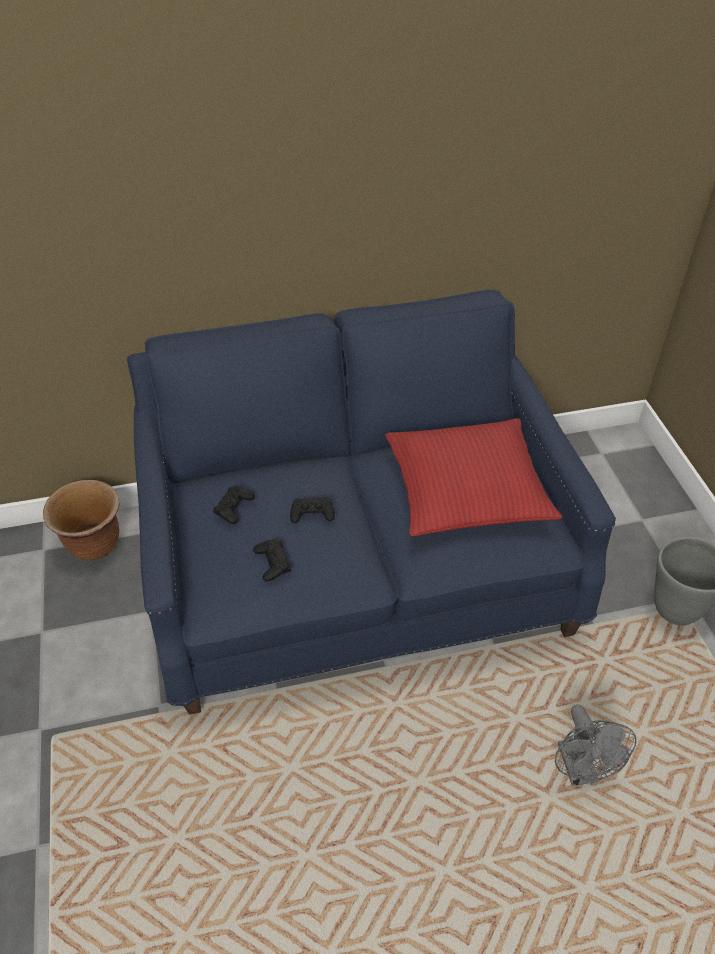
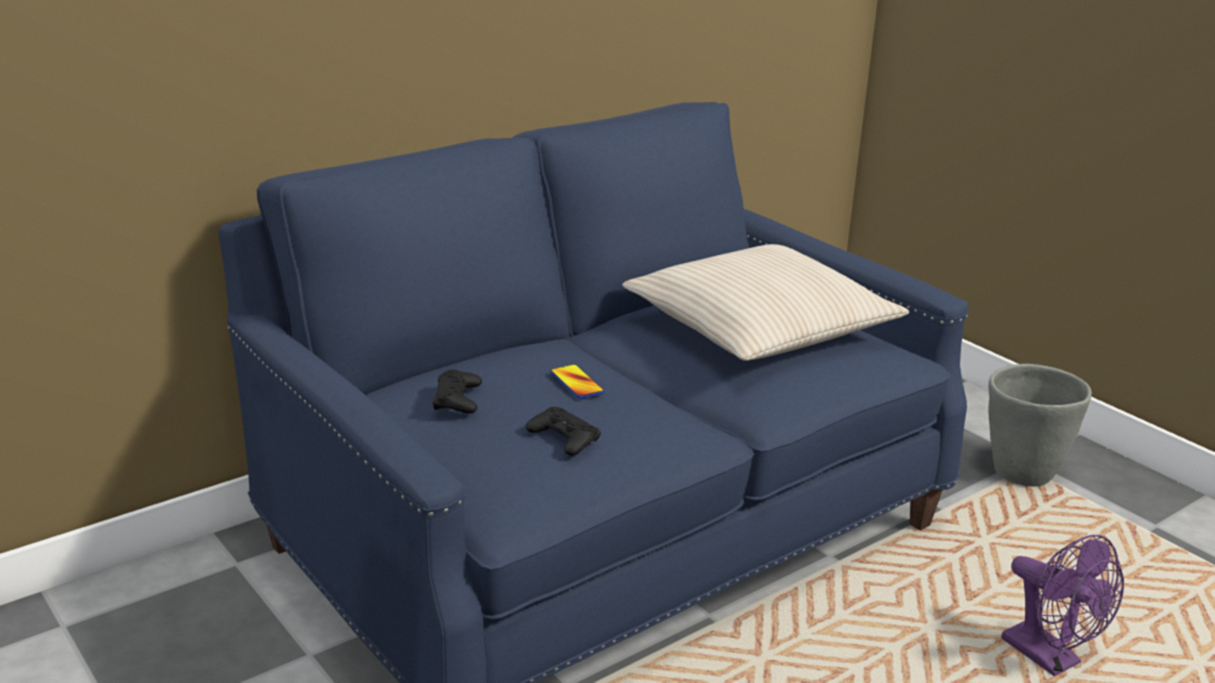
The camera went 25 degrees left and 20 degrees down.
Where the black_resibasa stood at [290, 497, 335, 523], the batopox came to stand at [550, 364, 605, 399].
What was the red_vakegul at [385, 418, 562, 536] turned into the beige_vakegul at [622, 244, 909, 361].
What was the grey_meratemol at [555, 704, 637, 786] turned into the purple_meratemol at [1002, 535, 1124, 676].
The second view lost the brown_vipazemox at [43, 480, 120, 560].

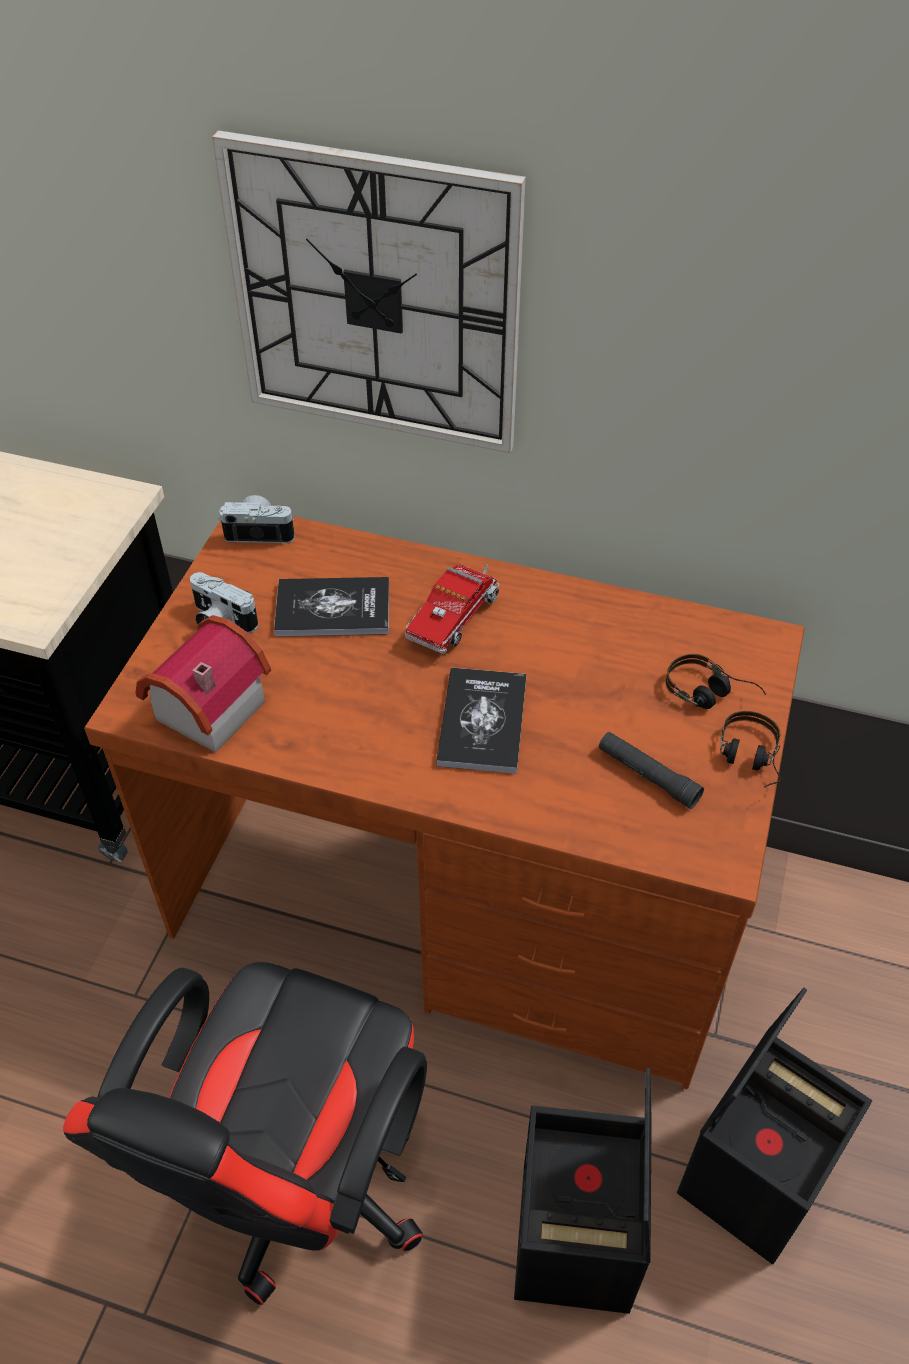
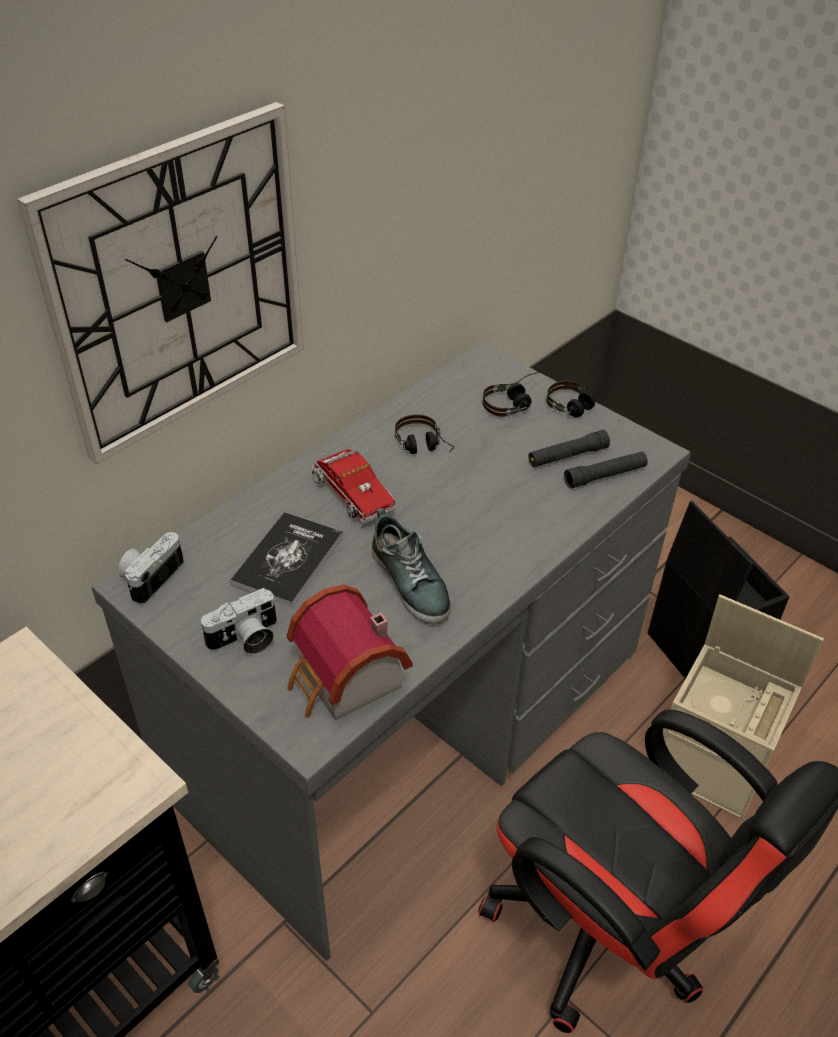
The camera went 65 degrees left and 5 degrees down.
What was the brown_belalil at [84, 516, 805, 1089] turned into the grey_belalil at [92, 342, 691, 961].
The second view gained the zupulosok at [372, 508, 451, 624].
The second view gained the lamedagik at [395, 414, 454, 454].
The second view gained the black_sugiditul at [564, 452, 648, 488].
What was the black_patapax at [514, 1068, 652, 1314] turned into the beige_patapax at [663, 594, 824, 820].
The second view lost the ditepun at [436, 668, 527, 774].

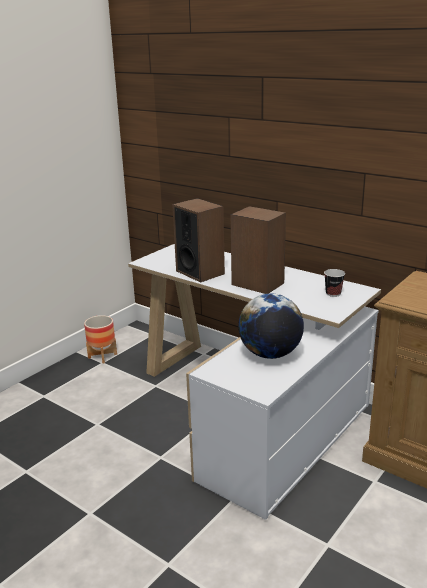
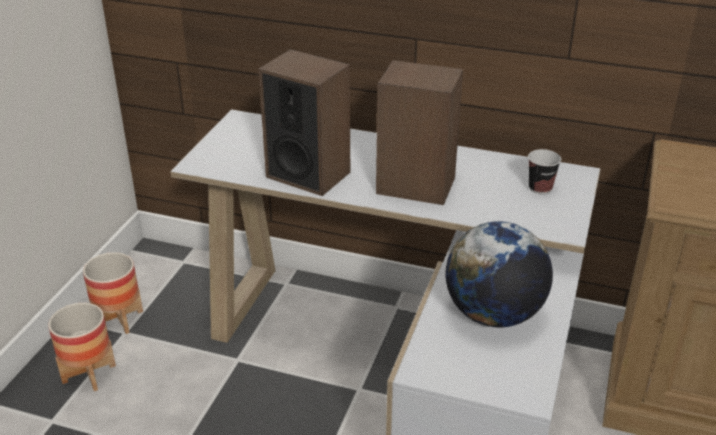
The camera went 20 degrees left and 10 degrees up.
The second view gained the vipazemox at [48, 303, 116, 391].

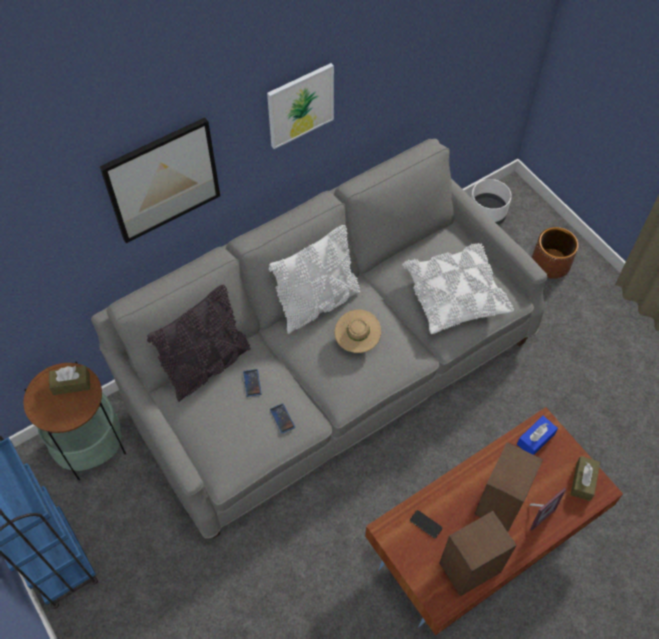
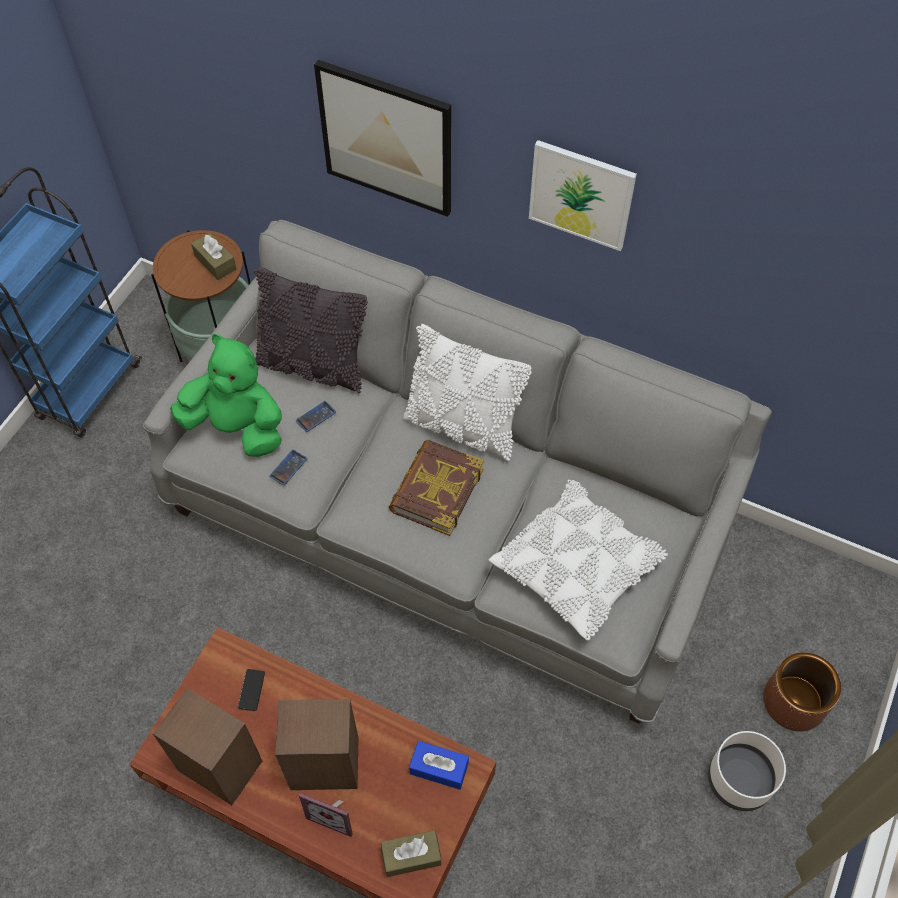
The camera went 60 degrees right and 0 degrees up.
The second view gained the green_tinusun at [170, 334, 282, 457].
Where the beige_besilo stood at [334, 309, 381, 353], the ditepun came to stand at [389, 439, 484, 536].
The white_vipazemox ended up elsewhere, having gone from [471, 179, 512, 225] to [708, 731, 786, 811].

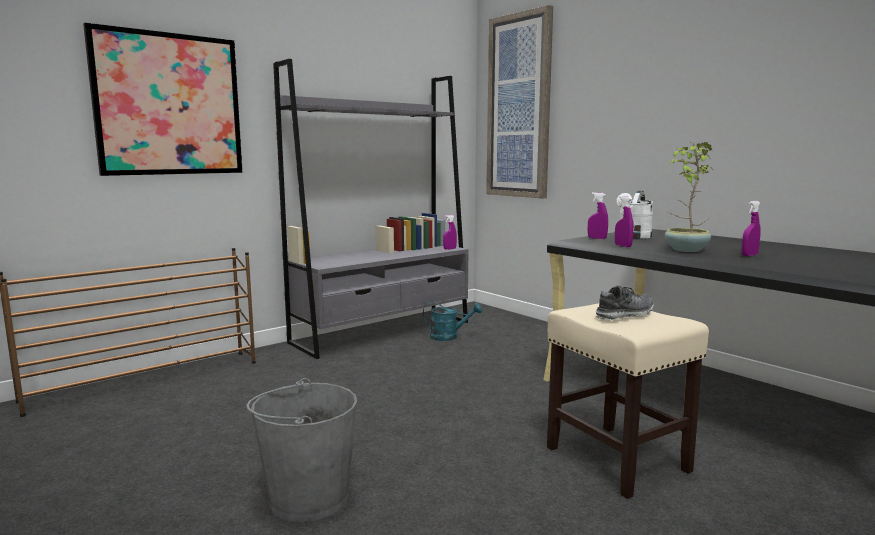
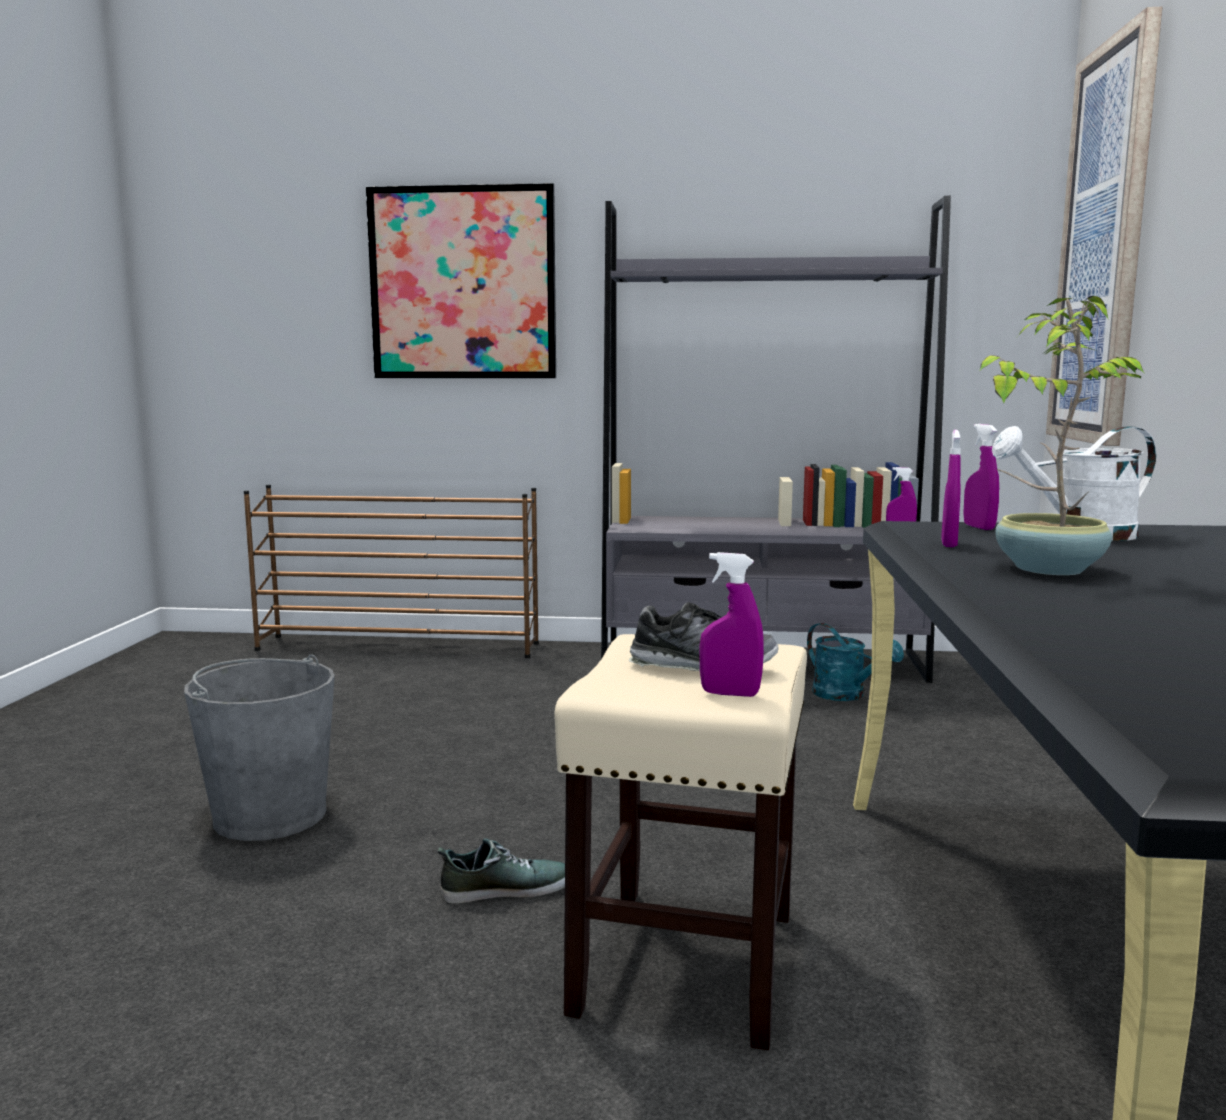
The camera went 45 degrees right and 0 degrees up.
The second view gained the zupulosok at [437, 838, 565, 904].
The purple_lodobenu ended up elsewhere, having gone from [741, 201, 760, 256] to [699, 552, 764, 697].

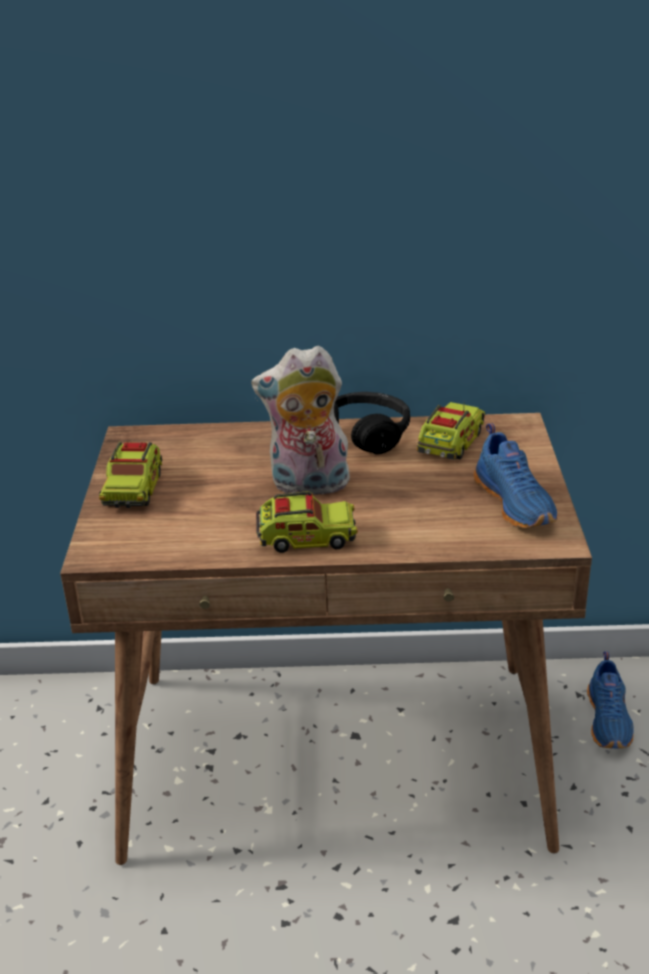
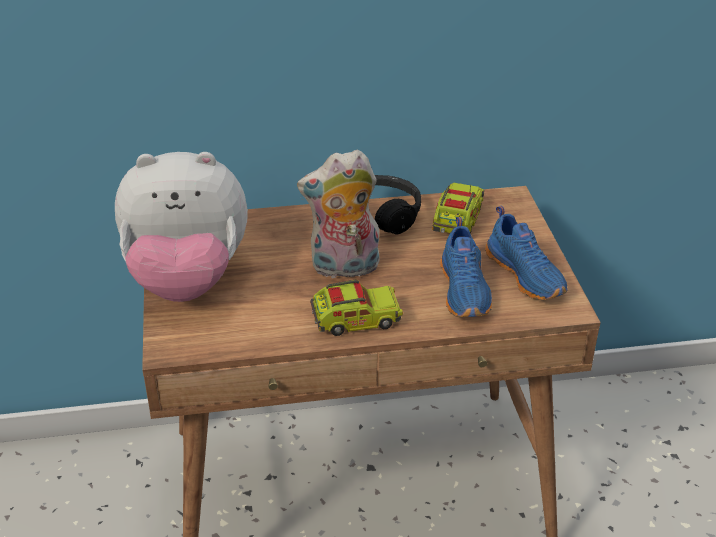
The camera went 10 degrees left and 5 degrees up.
Where the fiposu stood at [99, 442, 162, 508], the tinusun came to stand at [115, 152, 248, 302].
The blue_zupulosok ended up elsewhere, having gone from [587, 652, 634, 748] to [440, 217, 492, 317].

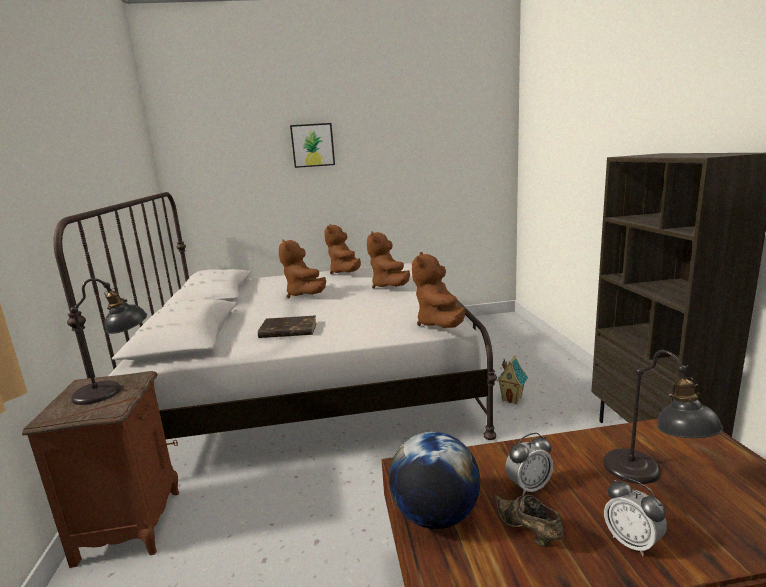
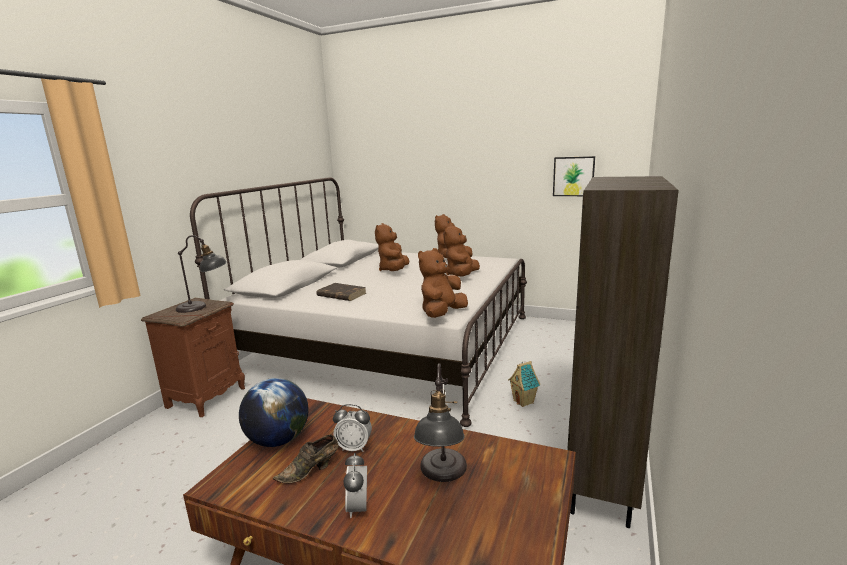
The camera went 30 degrees right and 0 degrees up.
The brown_zupulosok at [495, 495, 564, 547] ended up facing another way, 120 degrees counterclockwise from before.
The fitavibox ended up elsewhere, having gone from [290, 123, 335, 168] to [553, 156, 595, 196].

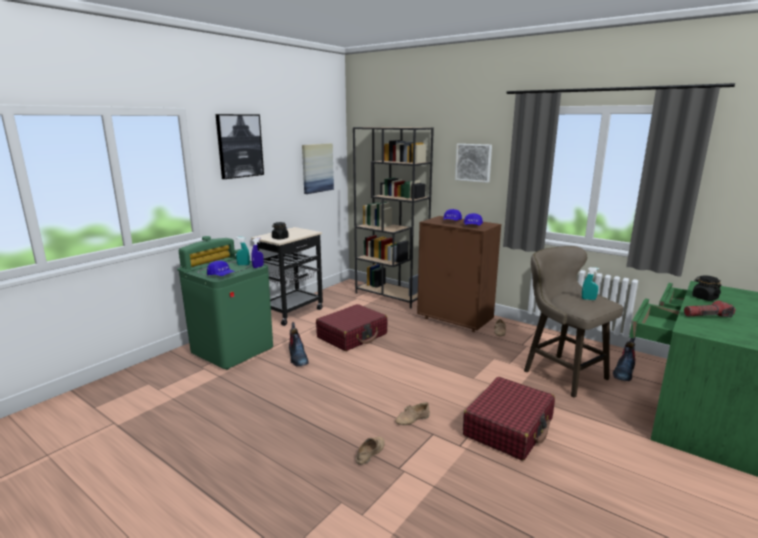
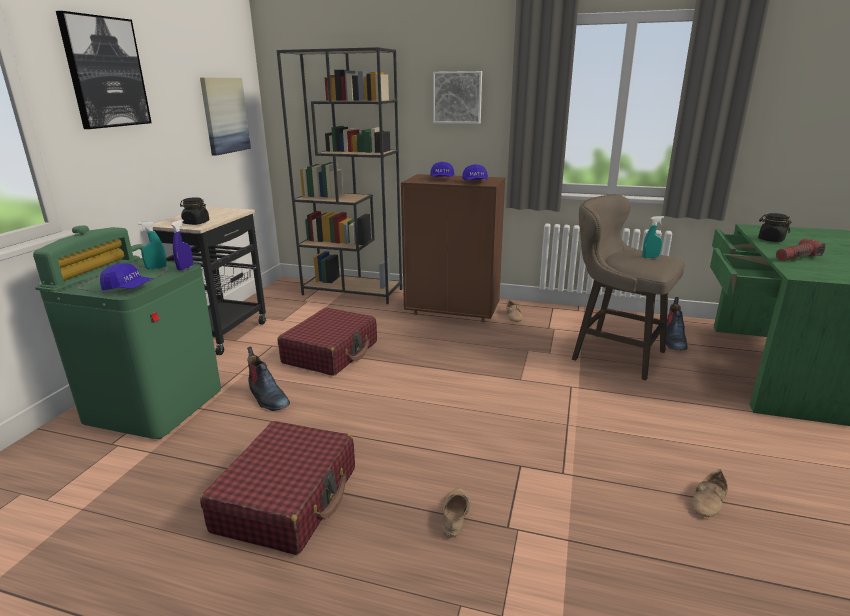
The camera went 20 degrees left and 5 degrees up.
The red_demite ended up elsewhere, having gone from [463, 377, 555, 460] to [200, 421, 355, 555].
The beige_zupulosok ended up elsewhere, having gone from [395, 403, 430, 425] to [692, 469, 728, 517].

